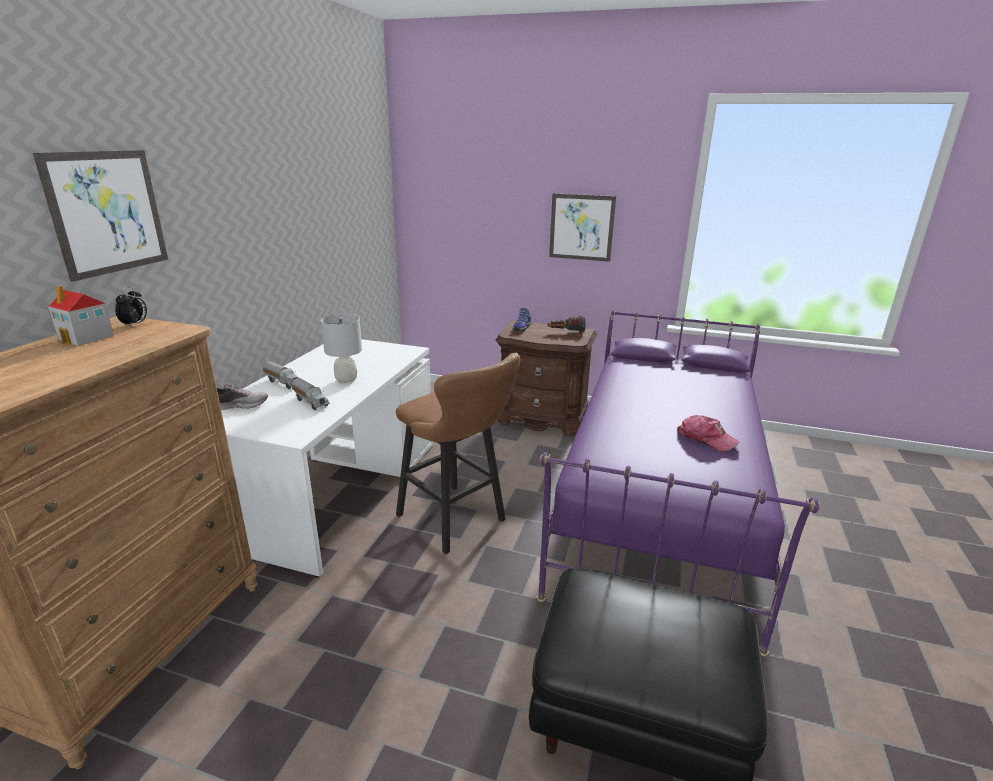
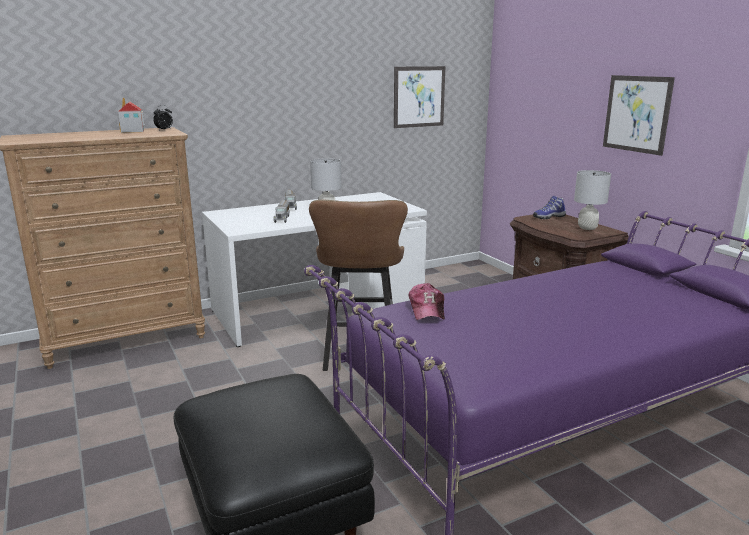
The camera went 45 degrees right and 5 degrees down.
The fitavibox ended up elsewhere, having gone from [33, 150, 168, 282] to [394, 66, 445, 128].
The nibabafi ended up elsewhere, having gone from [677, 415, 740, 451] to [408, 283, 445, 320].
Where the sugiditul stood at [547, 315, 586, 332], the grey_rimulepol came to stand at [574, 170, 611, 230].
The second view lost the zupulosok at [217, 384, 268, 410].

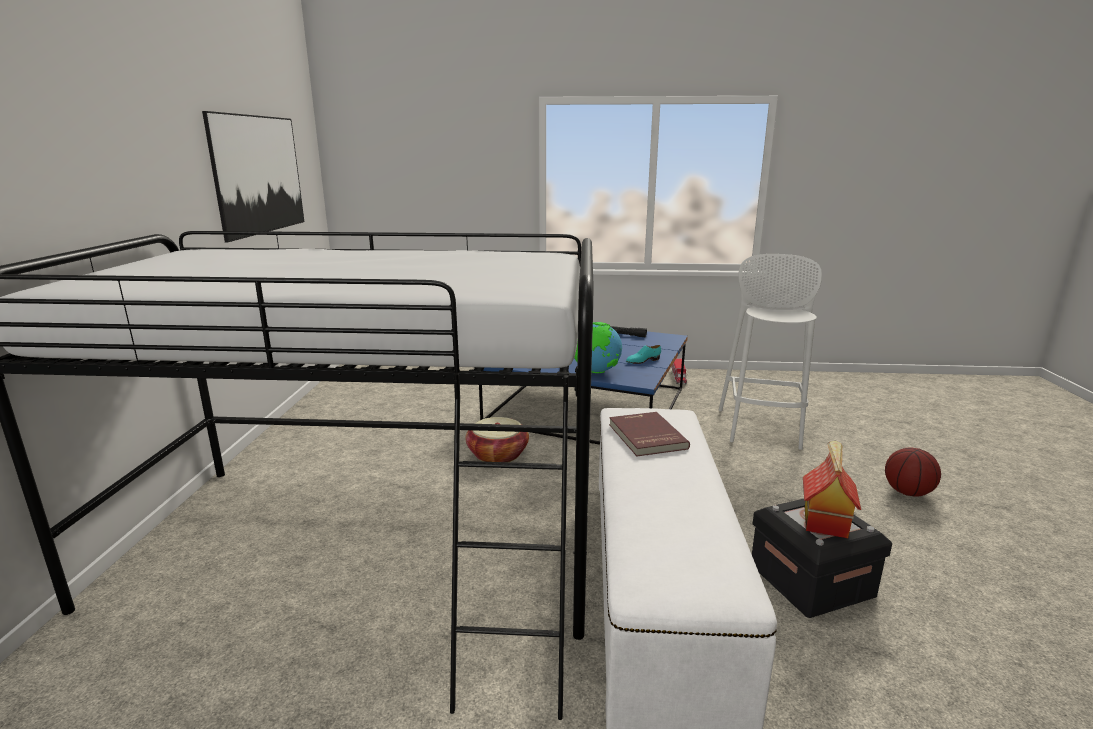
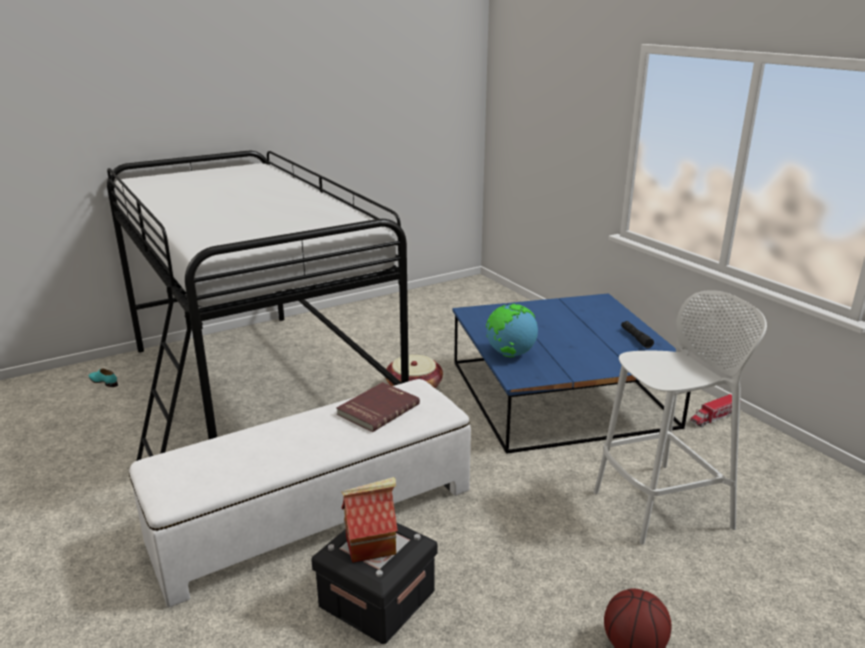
The camera went 55 degrees right and 5 degrees up.
The turquoise_zupulosok ended up elsewhere, having gone from [626, 345, 661, 364] to [89, 369, 118, 387].
The second view lost the fitavibox at [202, 111, 304, 242].

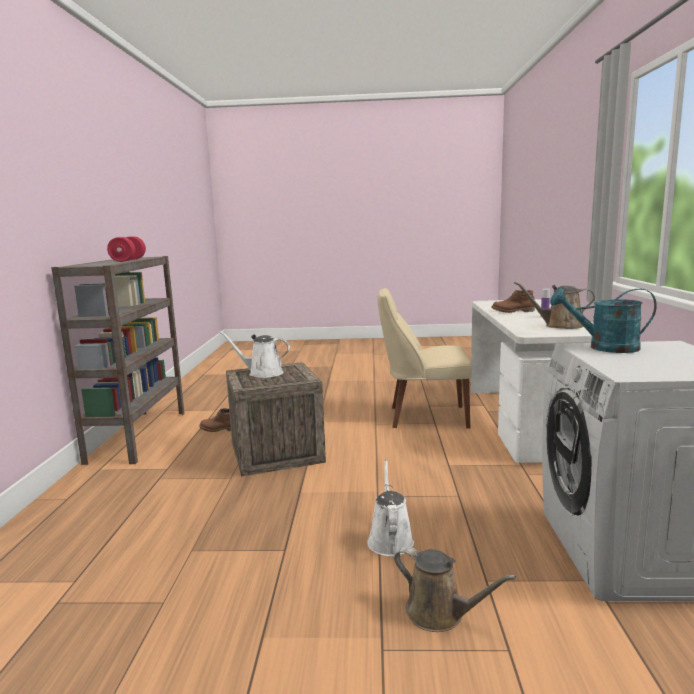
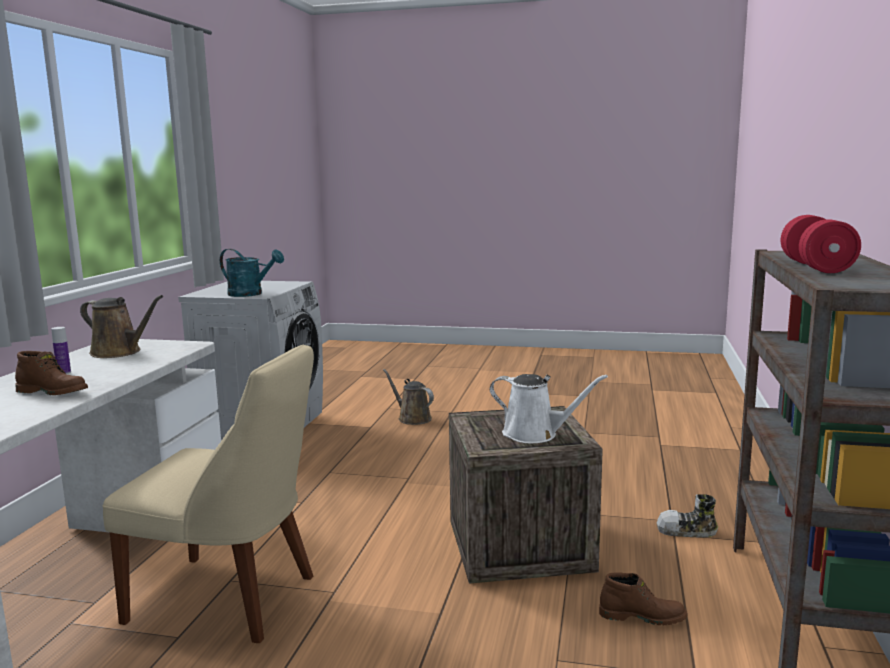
The camera went 170 degrees left and 0 degrees up.
The second view gained the zupulosok at [657, 494, 718, 537].
The second view lost the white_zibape at [367, 460, 414, 557].

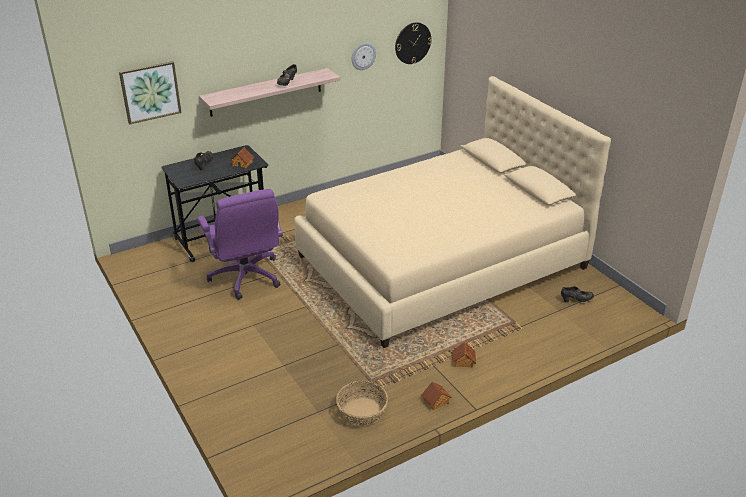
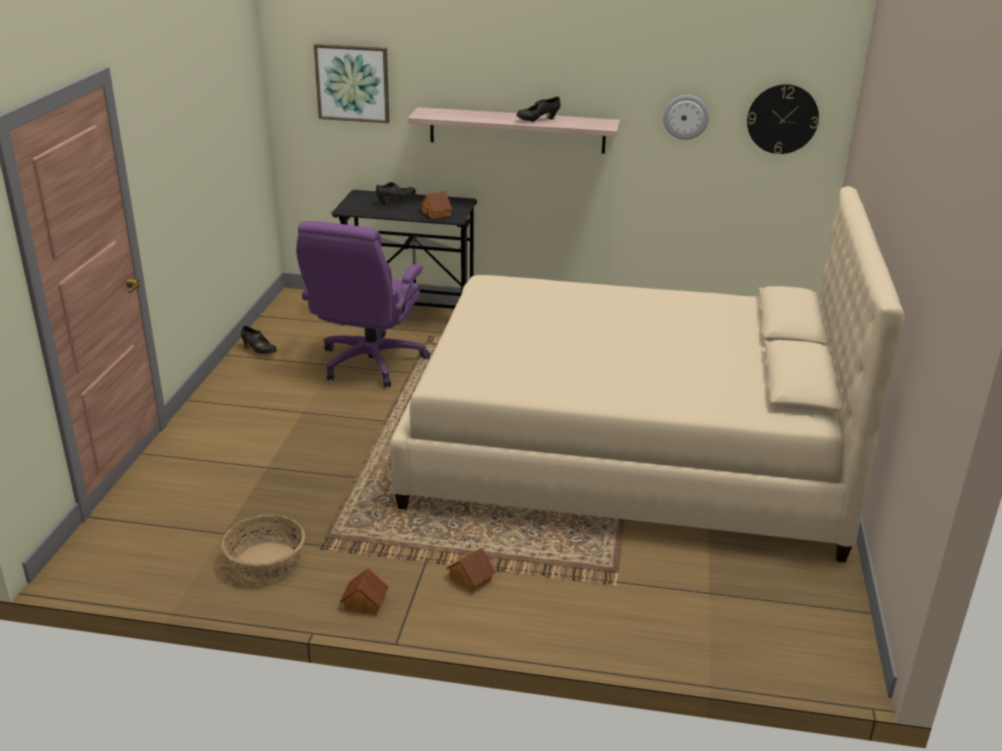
The camera went 40 degrees right and 5 degrees down.
The black_zupulosok ended up elsewhere, having gone from [561, 286, 594, 303] to [241, 326, 277, 354].

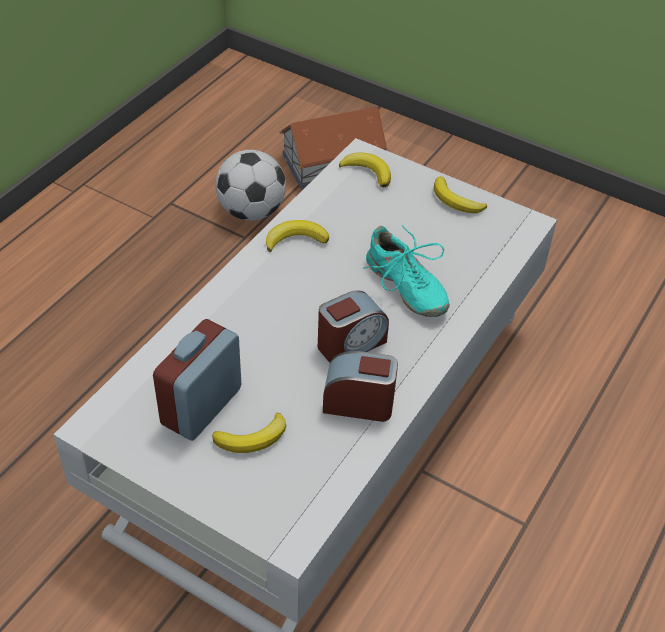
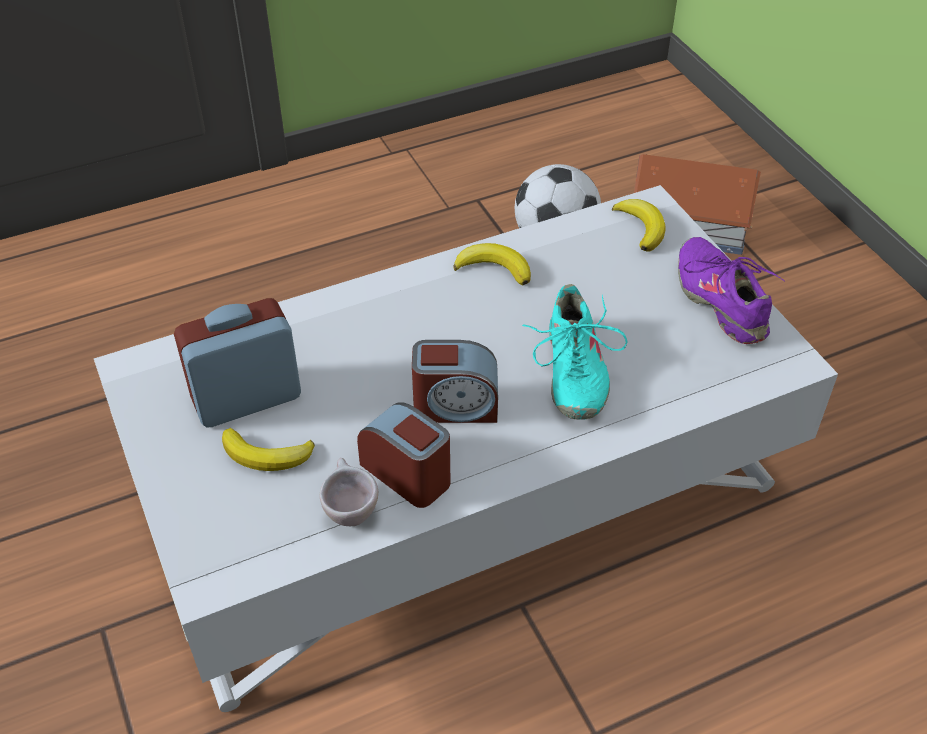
The camera went 35 degrees right and 0 degrees up.
The second view gained the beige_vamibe at [320, 458, 378, 526].
Where the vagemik stood at [434, 177, 487, 213], the purple_zupulosok came to stand at [678, 237, 785, 344].

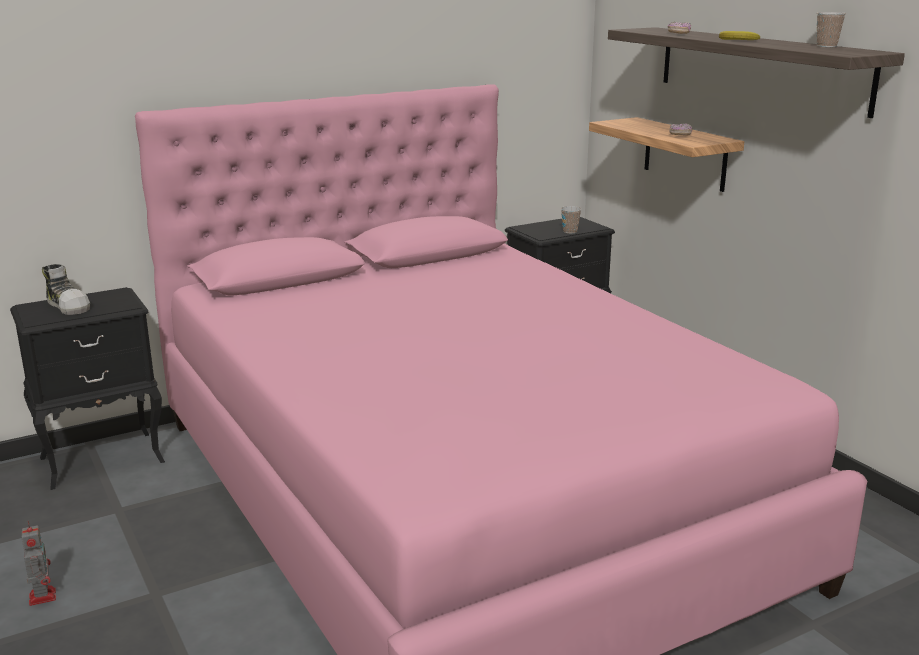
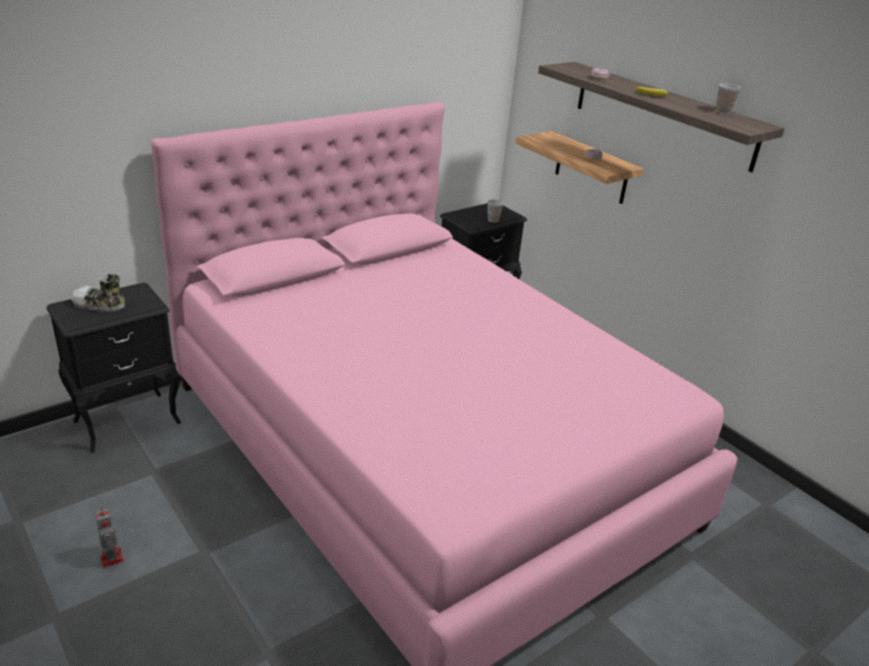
The camera went 10 degrees left and 10 degrees up.
The zupulosok at [42, 264, 90, 315] ended up facing another way, 150 degrees clockwise from before.

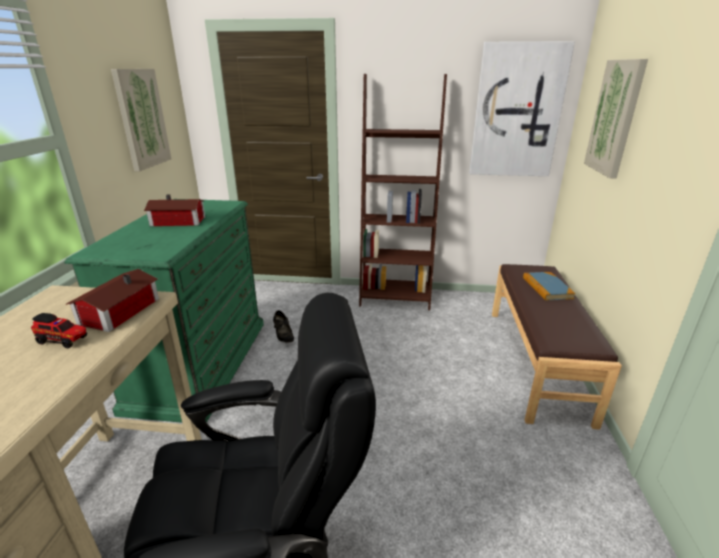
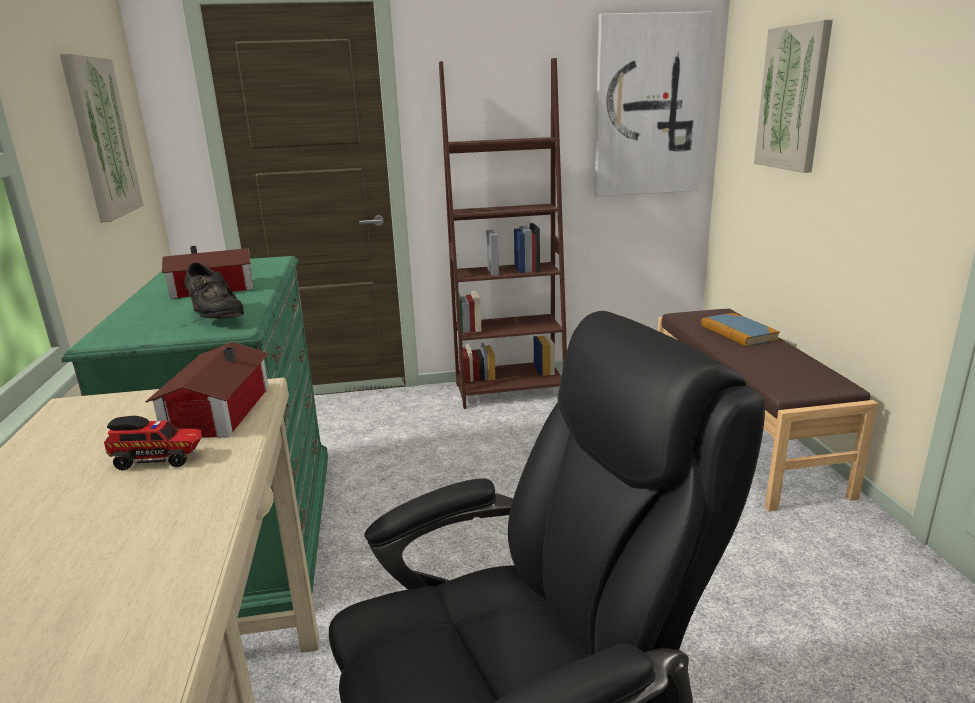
The camera went 15 degrees left and 5 degrees down.
The black_zupulosok ended up elsewhere, having gone from [273, 310, 294, 342] to [184, 263, 244, 318].

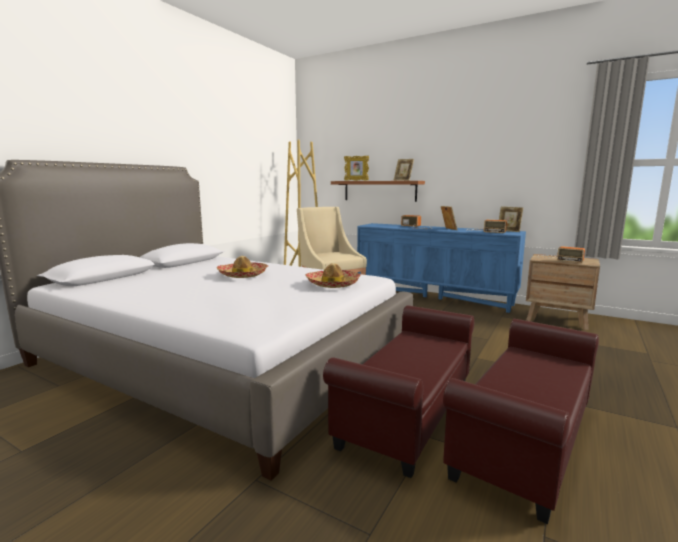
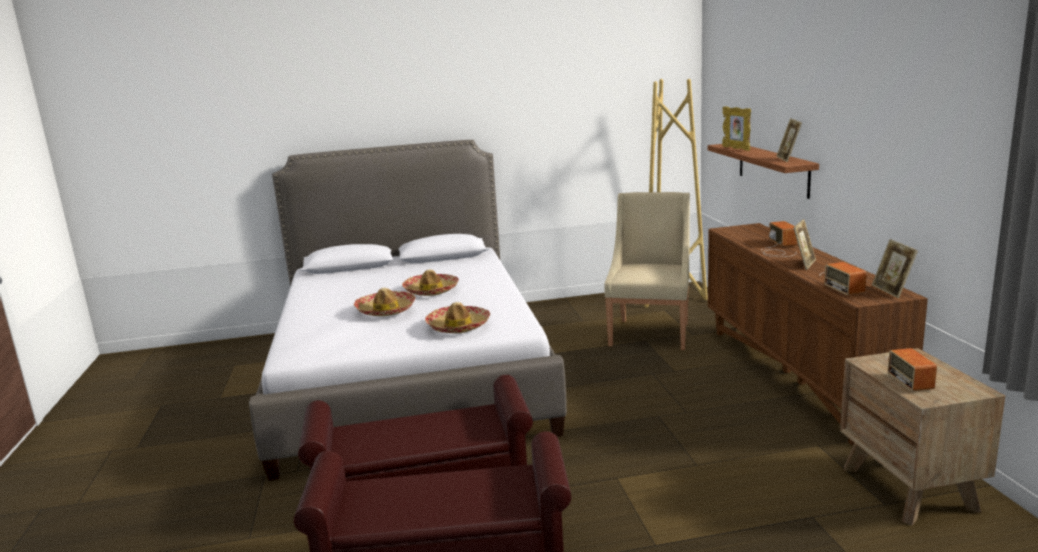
The camera went 50 degrees right and 5 degrees up.
The second view gained the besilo at [354, 288, 416, 316].
What was the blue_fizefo at [357, 223, 526, 313] turned into the brown_fizefo at [708, 223, 928, 445].

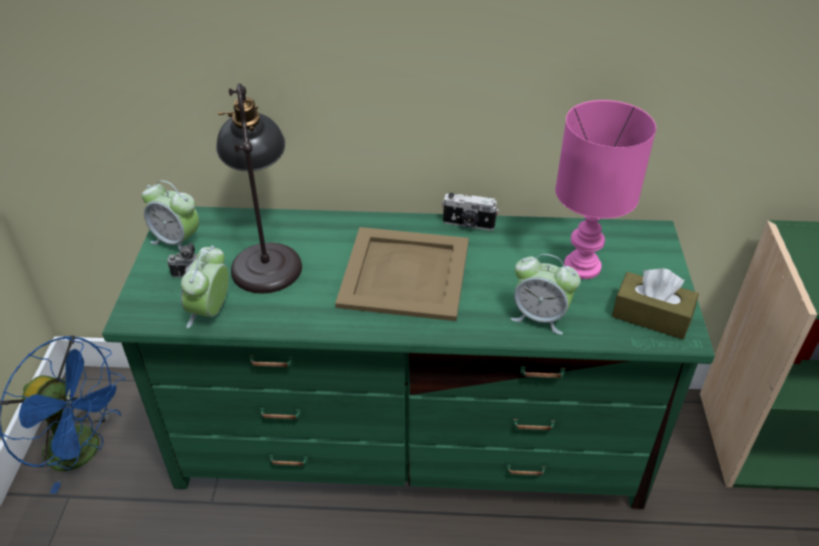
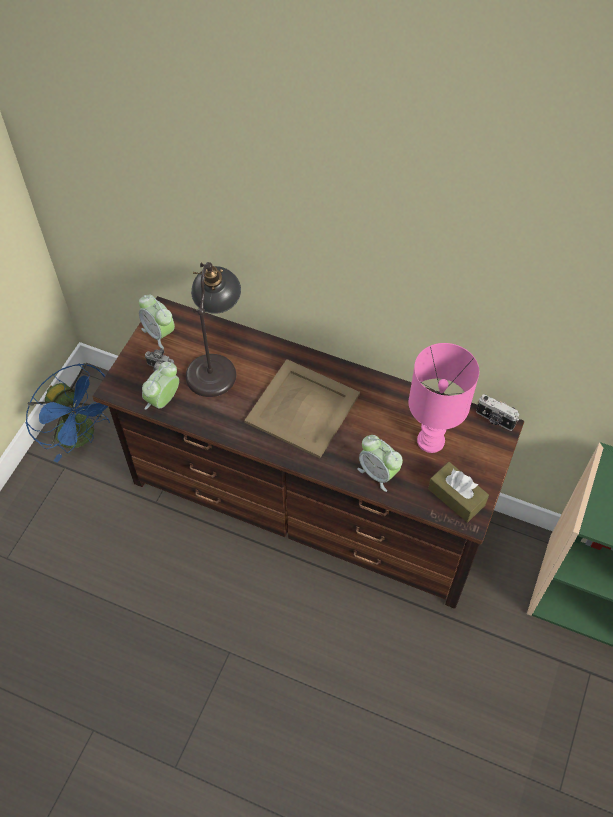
The camera went 20 degrees right and 15 degrees up.
What was the green_fizefo at [102, 207, 715, 509] turned into the brown_fizefo at [92, 296, 524, 609].
The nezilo ended up elsewhere, having gone from [442, 193, 499, 231] to [476, 394, 519, 431].

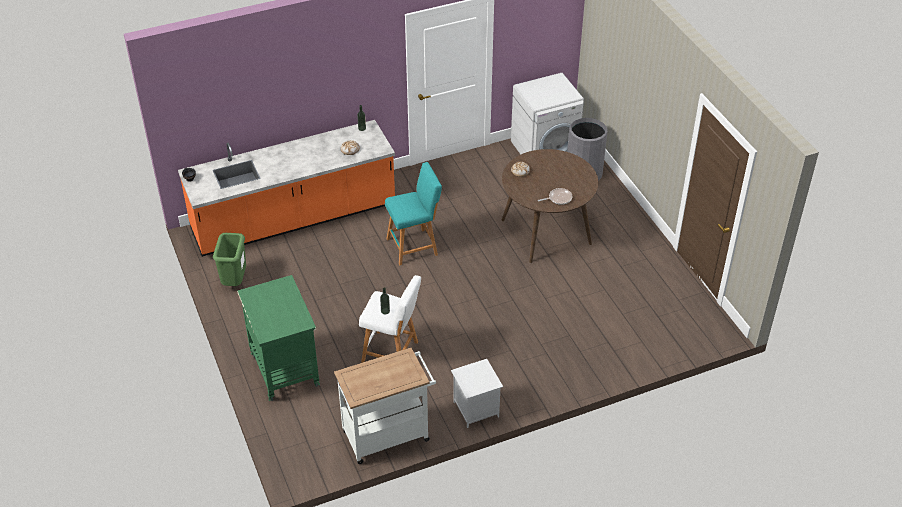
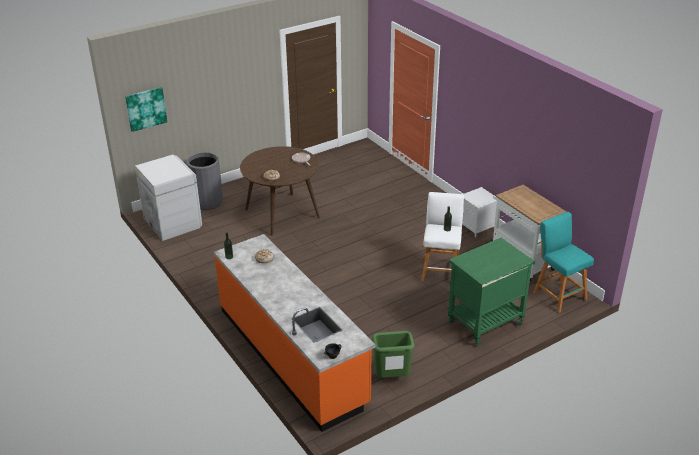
The camera went 100 degrees left and 10 degrees down.
The second view gained the fitavibox at [125, 87, 167, 132].
The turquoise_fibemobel ended up elsewhere, having gone from [385, 162, 442, 265] to [533, 212, 594, 313].

